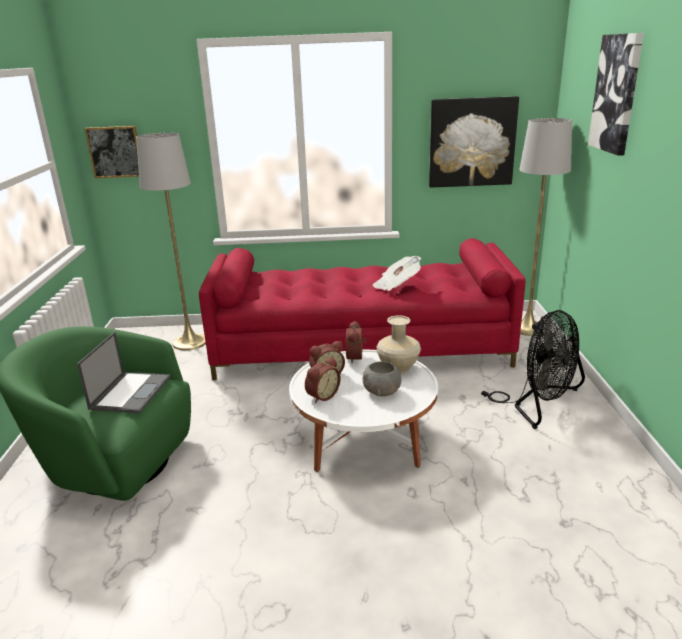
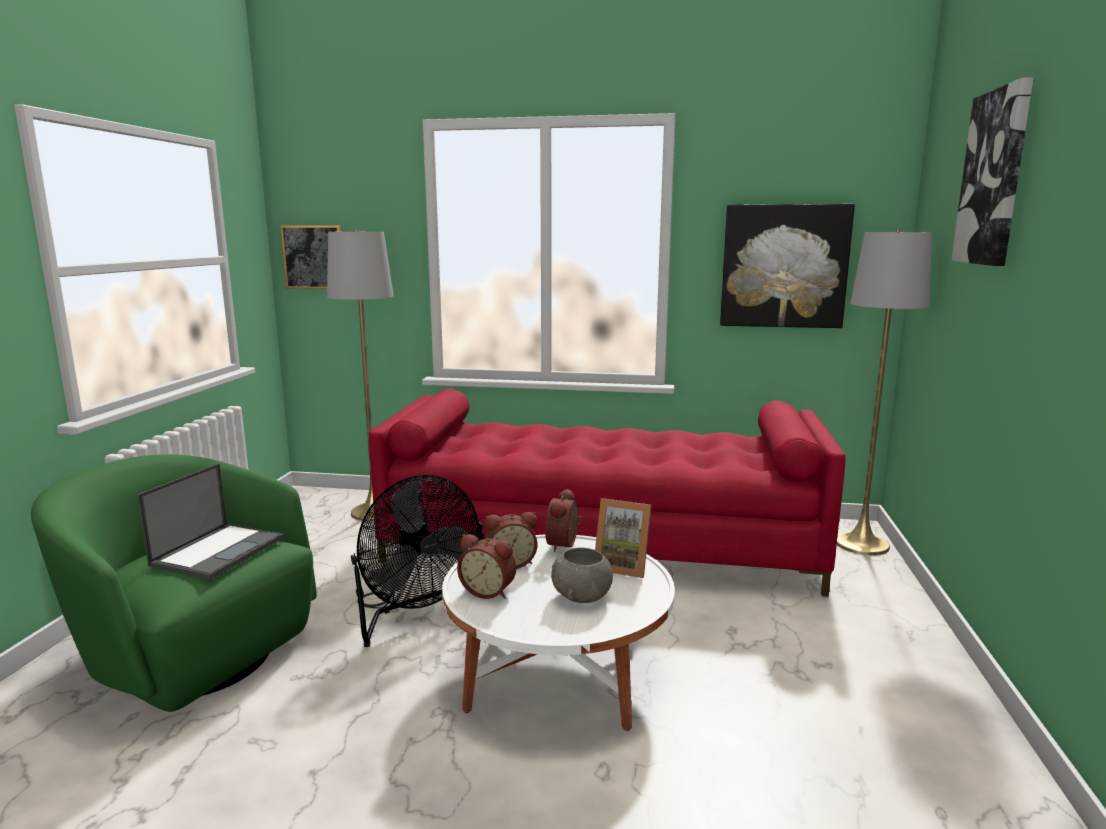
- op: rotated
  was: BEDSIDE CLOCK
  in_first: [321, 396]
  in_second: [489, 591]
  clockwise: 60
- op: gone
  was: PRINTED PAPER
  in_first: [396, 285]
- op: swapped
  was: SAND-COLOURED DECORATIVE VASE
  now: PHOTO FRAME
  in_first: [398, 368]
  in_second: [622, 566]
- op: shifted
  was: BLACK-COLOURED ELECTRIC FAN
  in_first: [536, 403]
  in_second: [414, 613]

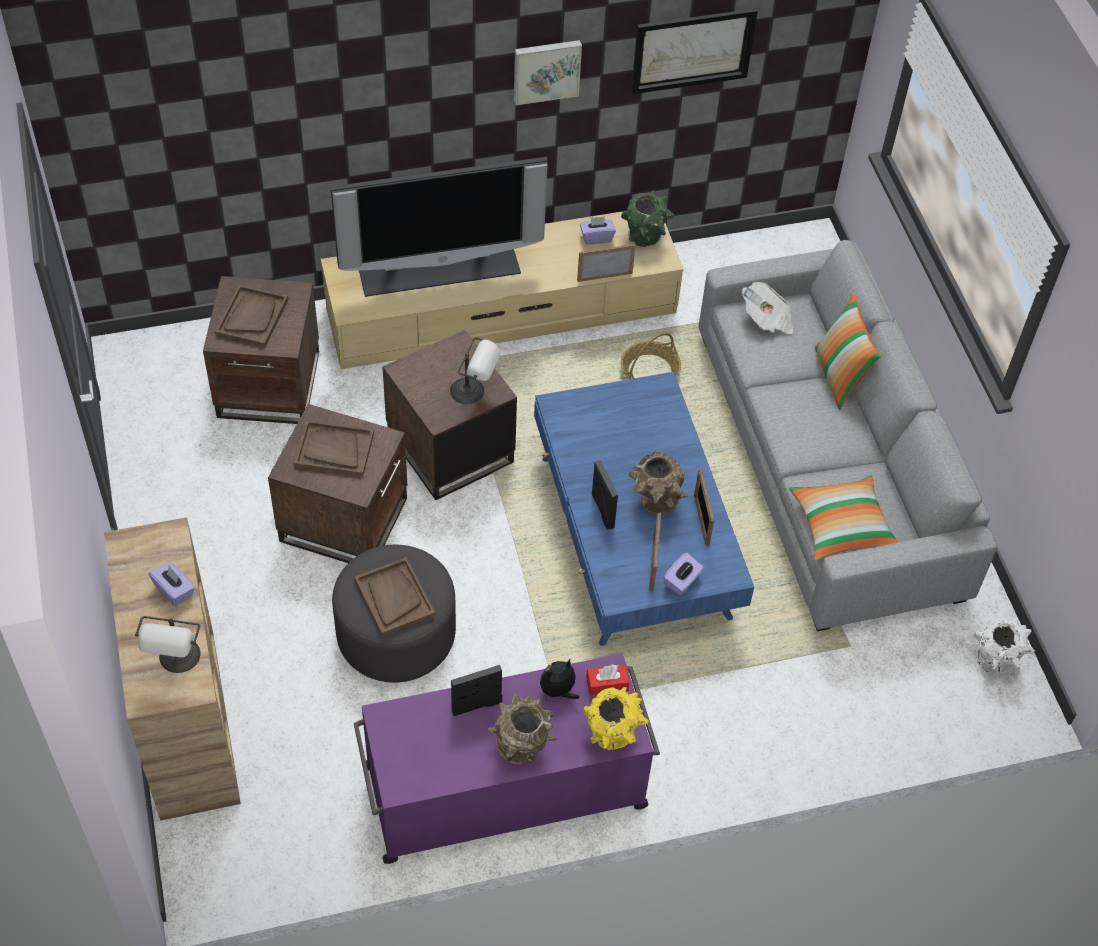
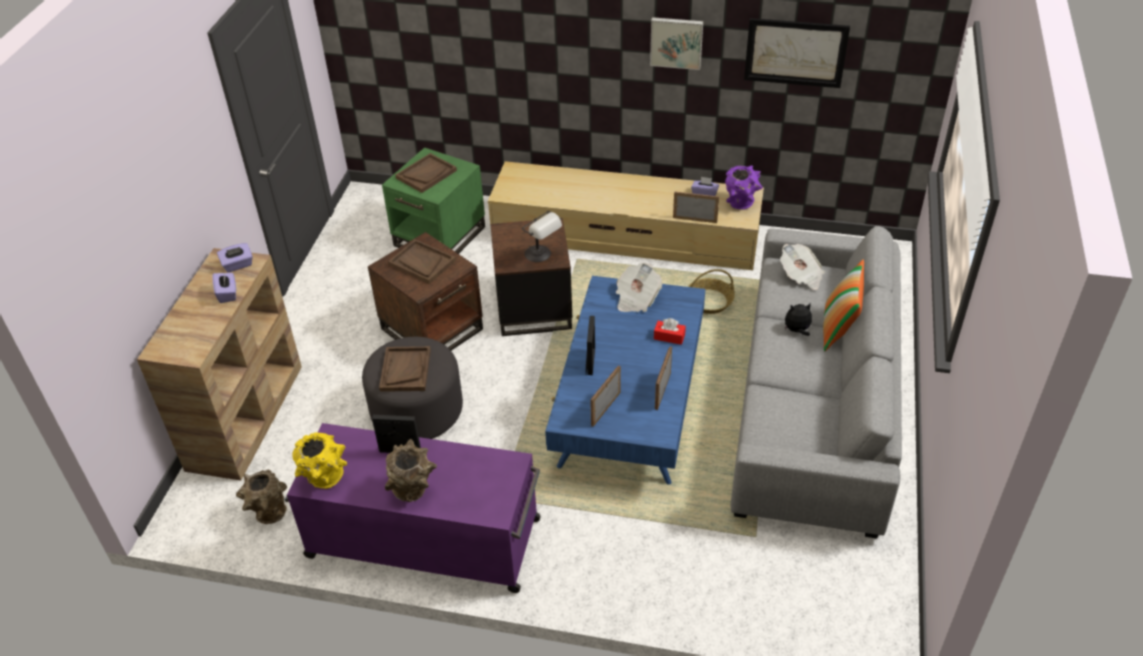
- op: gone
  was: LAMP FOR A TABLE
  in_first: [178, 663]
- op: repainted
  was: BROWN-COLOURED SIDE TABLE
  now: GREEN-COLOURED SIDE TABLE
  in_first: [269, 384]
  in_second: [440, 236]
- op: gone
  was: TELEVISION
  in_first: [439, 267]
- op: shifted
  was: CUDDLY TOY
  in_first: [558, 691]
  in_second: [797, 330]
- op: shifted
  was: YELLOW-COLOURED DECORATIVE VASE
  in_first: [613, 738]
  in_second: [325, 480]
- op: shifted
  was: REDDISH TISSUE BOX
  in_first: [607, 684]
  in_second: [669, 337]
- op: repainted
  was: GREEN-COLOURED DECORATIVE VASE
  now: PURPLISH DECORATIVE VASE
  in_first: [646, 239]
  in_second: [741, 205]
- op: shifted
  was: BROWN-COLOURED DECORATIVE VASE
  in_first: [654, 503]
  in_second: [268, 513]
- op: shifted
  was: PURPLISH TISSUE BOX
  in_first: [682, 581]
  in_second: [238, 265]
- op: gone
  was: THROW PILLOW
  in_first: [840, 526]
- op: gone
  was: WHITE DECORATIVE VASE
  in_first: [996, 663]
- op: new
  now: PRINTED PAPER
  in_second: [636, 298]

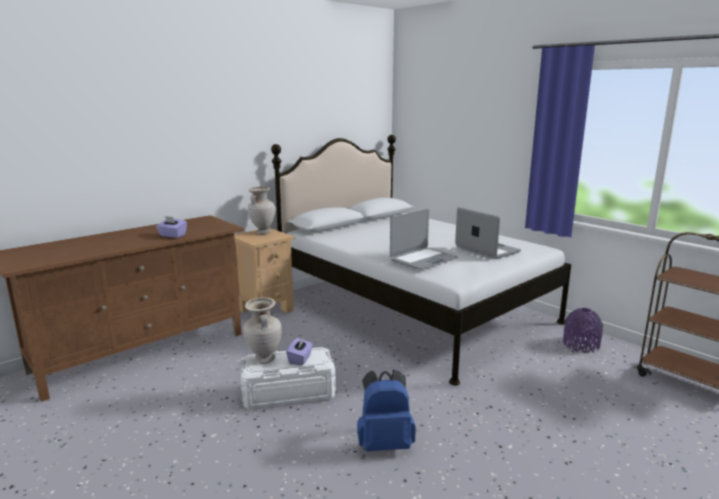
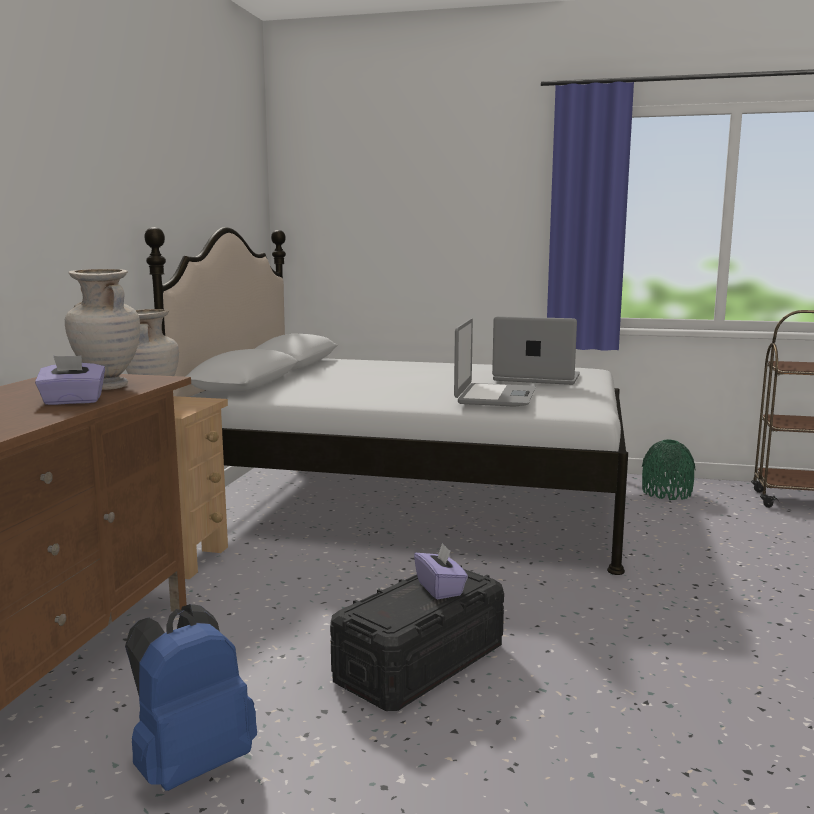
- op: repainted
  was: WHITE STORAGE BOX
  now: BLACK-COLOURED STORAGE BOX
  in_first: [288, 393]
  in_second: [421, 664]
- op: shifted
  was: SAND-COLOURED DECORATIVE VASE
  in_first: [264, 359]
  in_second: [107, 386]
- op: shifted
  was: BLUE RUCKSACK
  in_first: [384, 443]
  in_second: [191, 764]
- op: repainted
  was: PURPLISH DECORATIVE VASE
  now: GREEN-COLOURED DECORATIVE VASE
  in_first: [581, 345]
  in_second: [666, 492]

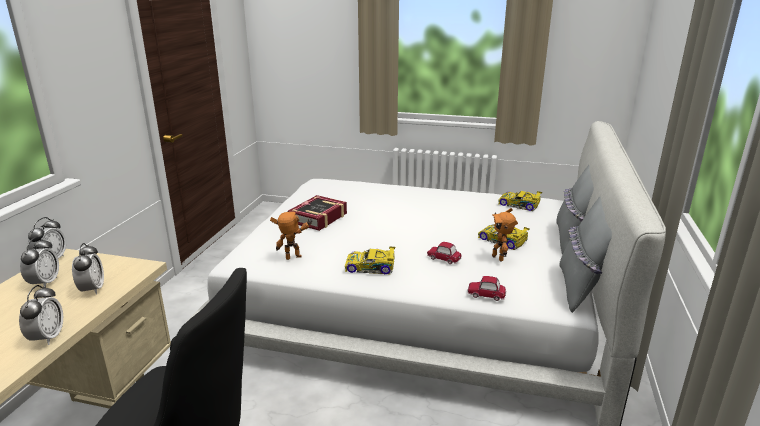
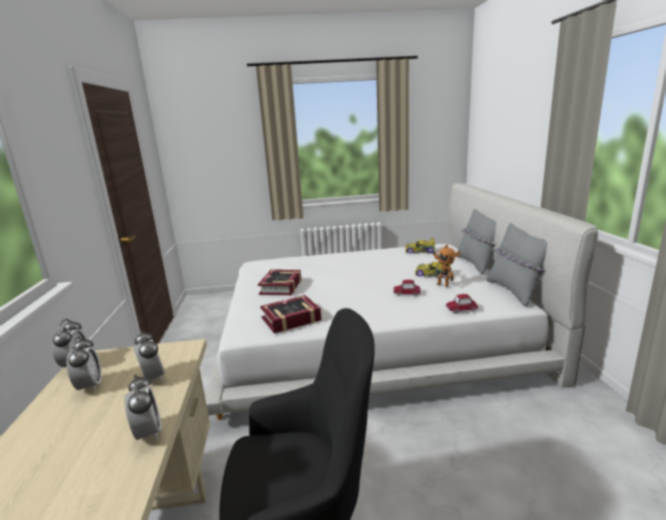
- op: swapped
  was: ROBOT FIGURE
  now: BOOK
  in_first: [294, 259]
  in_second: [291, 319]
- op: gone
  was: MINIATURE CAR
  in_first: [371, 267]

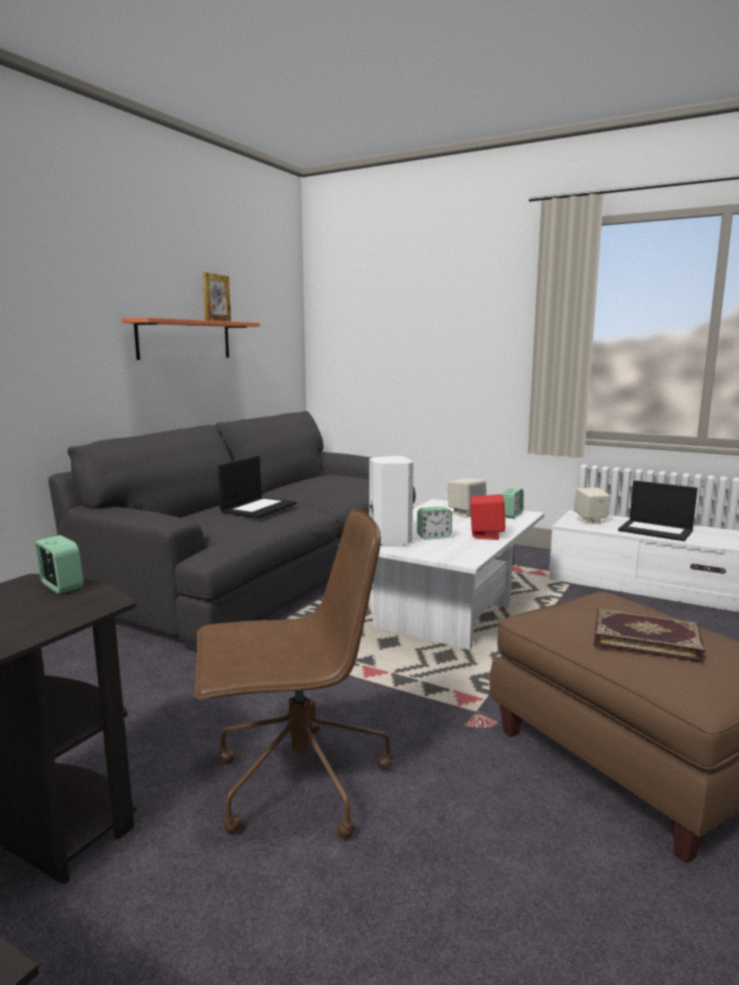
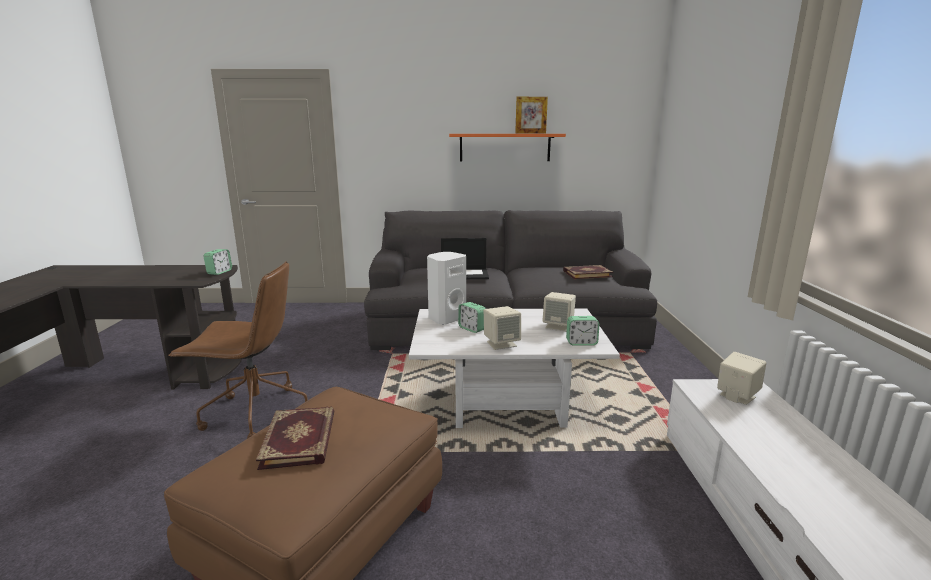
- op: rotated
  was: BROWN-COLOURED DESK CHAIR
  in_first: [292, 784]
  in_second: [252, 413]
  clockwise: -45
- op: repainted
  was: REDDISH LOUDSPEAKER
  now: SAND-COLOURED LOUDSPEAKER
  in_first: [486, 535]
  in_second: [501, 344]
- op: gone
  was: PORTABLE COMPUTER
  in_first: [656, 530]
- op: new
  now: BOOK
  in_second: [587, 273]

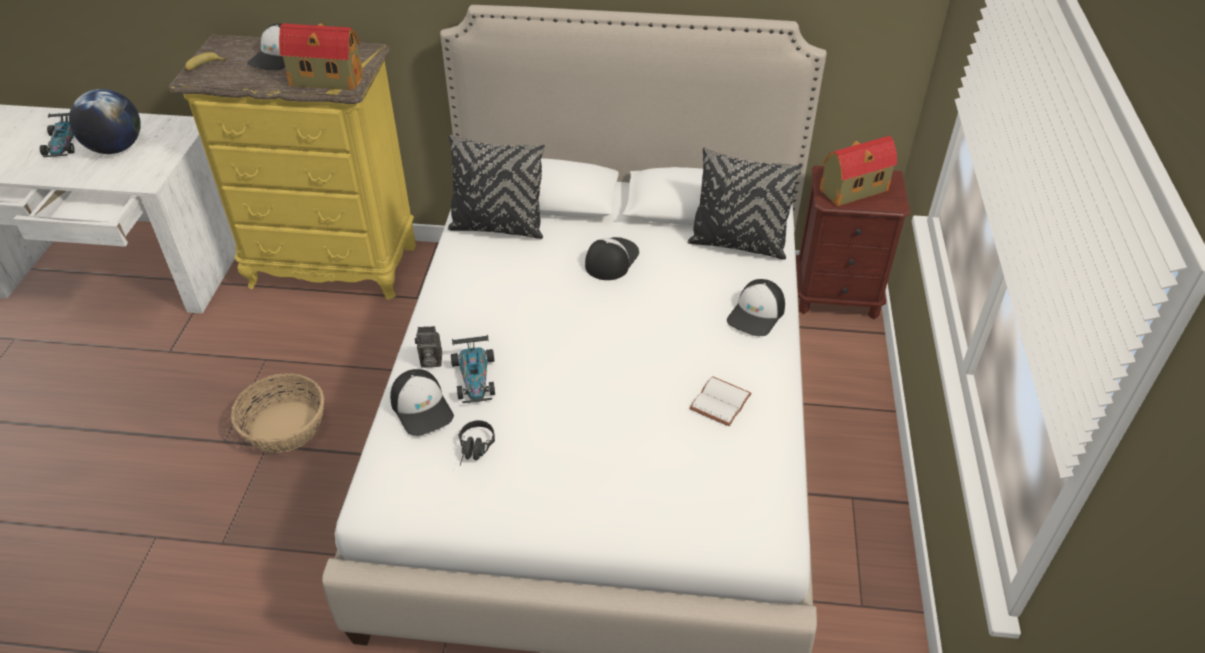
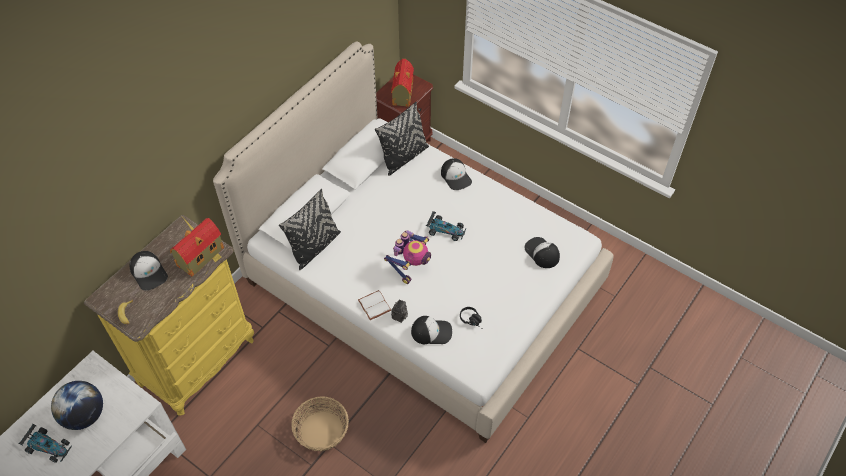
- op: shifted
  was: MINIATURE CAR
  in_first: [475, 377]
  in_second: [445, 230]
- op: shifted
  was: PEAKED CAP
  in_first: [611, 259]
  in_second: [541, 253]
- op: shifted
  was: WHITE BOOK
  in_first: [719, 401]
  in_second: [373, 305]
- op: new
  now: ROBOT FIGURE
  in_second: [411, 266]

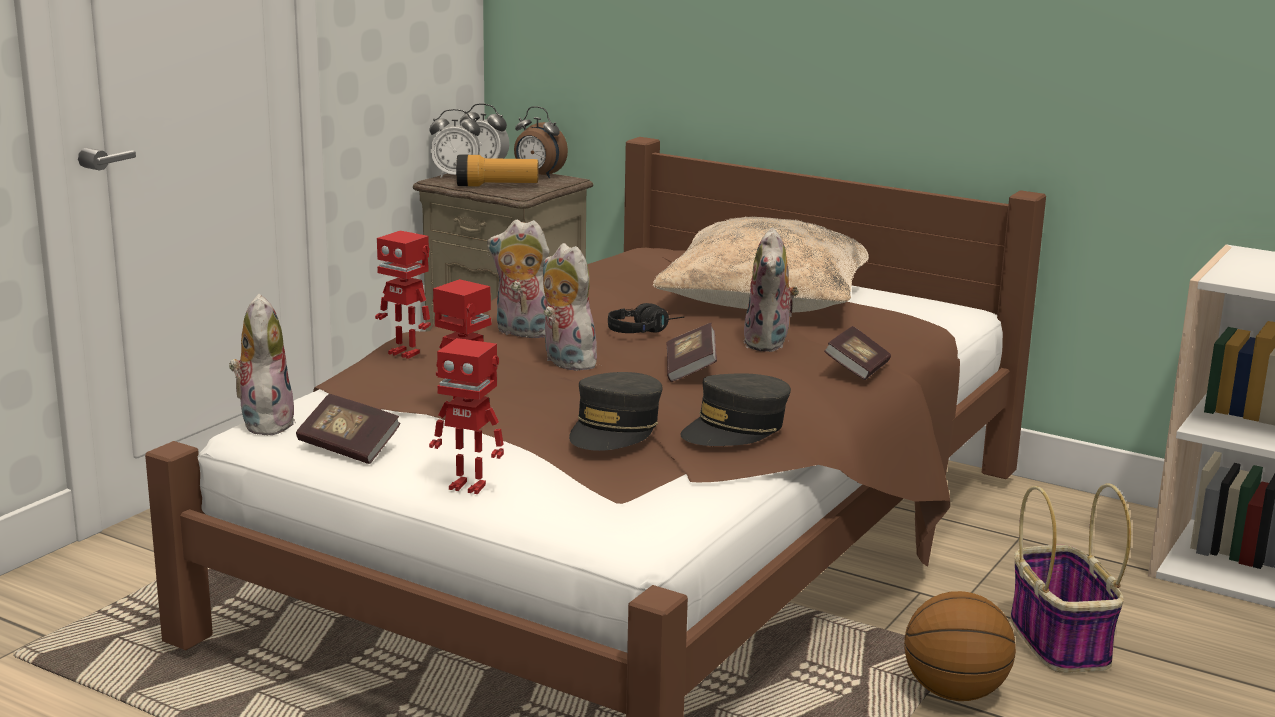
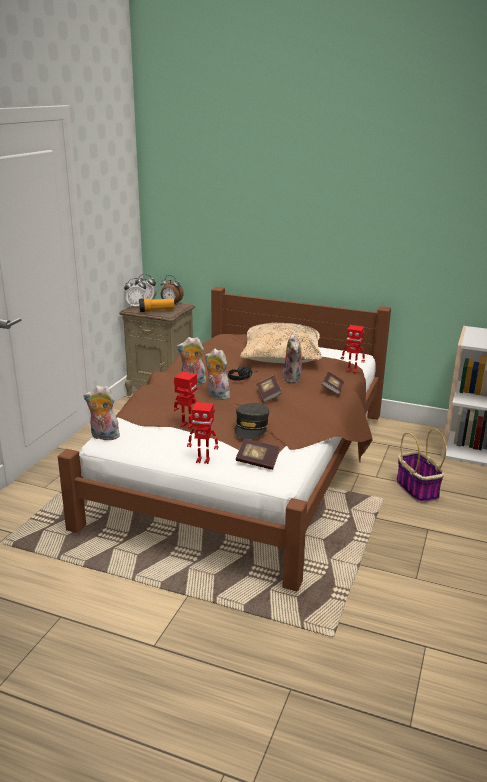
- op: rotated
  was: CUDDLY TOY
  in_first: [264, 422]
  in_second: [103, 437]
  clockwise: -60
- op: shifted
  was: BOOK
  in_first: [349, 447]
  in_second: [257, 461]
- op: shifted
  was: ROBOT FIGURE
  in_first: [405, 353]
  in_second: [352, 371]
- op: gone
  was: GREY PEAKED CAP
  in_first: [735, 429]
- op: gone
  was: BALL FOR BASKETBALL
  in_first: [955, 693]

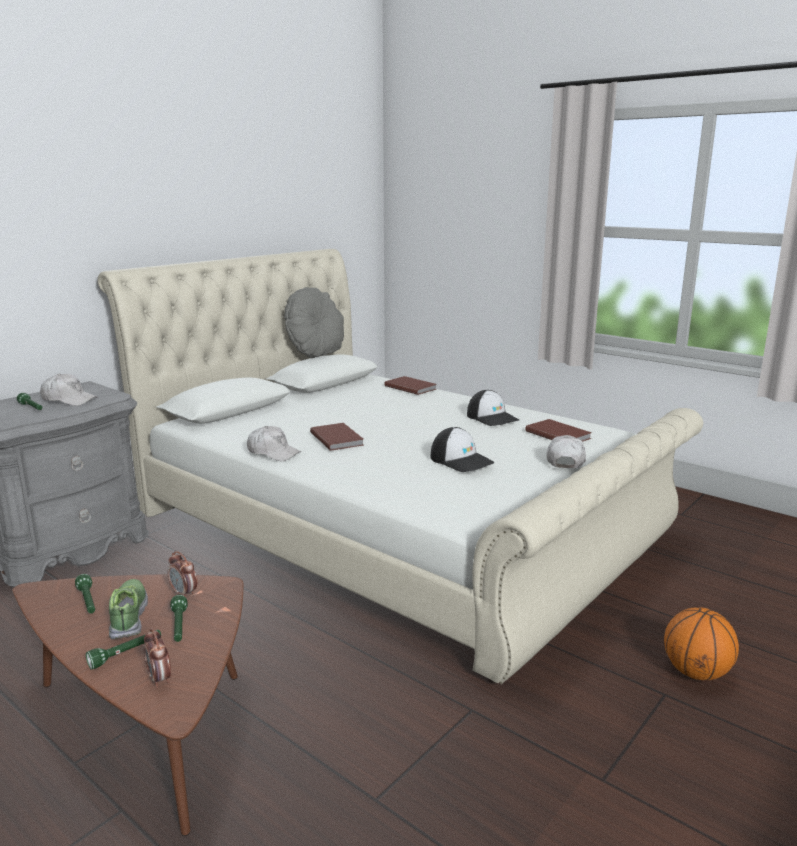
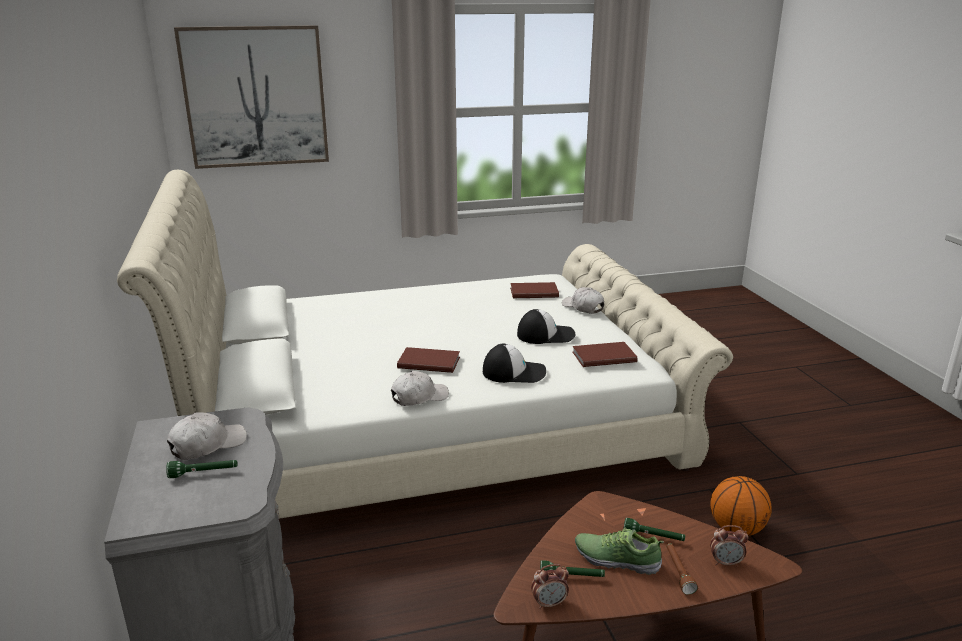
- op: repainted
  was: GREEN-COLOURED FLASHLIGHT
  now: BROWN-COLOURED FLASHLIGHT
  in_first: [126, 654]
  in_second: [678, 572]
- op: shifted
  was: BEDSIDE CLOCK
  in_first: [184, 594]
  in_second: [549, 603]
- op: gone
  was: GREY THROW PILLOW
  in_first: [315, 355]
- op: shifted
  was: BROWN-COLOURED BOOK
  in_first: [410, 387]
  in_second: [602, 356]
- op: shifted
  was: PEAKED CAP
  in_first: [492, 418]
  in_second: [514, 372]
- op: shifted
  was: BALL FOR BASKETBALL
  in_first: [696, 672]
  in_second: [736, 529]
- op: new
  now: WALL PICTURE
  in_second: [255, 97]

